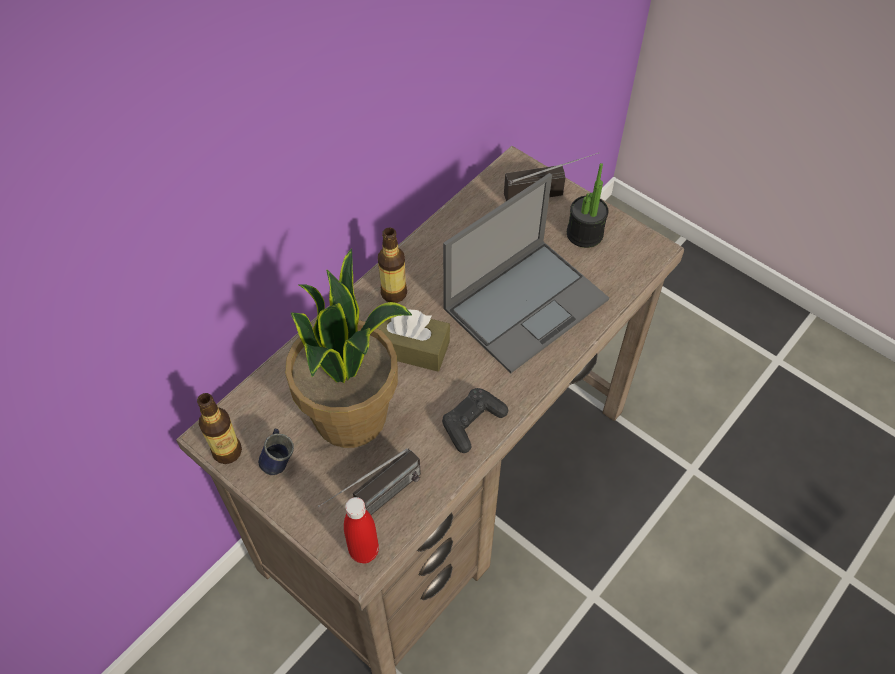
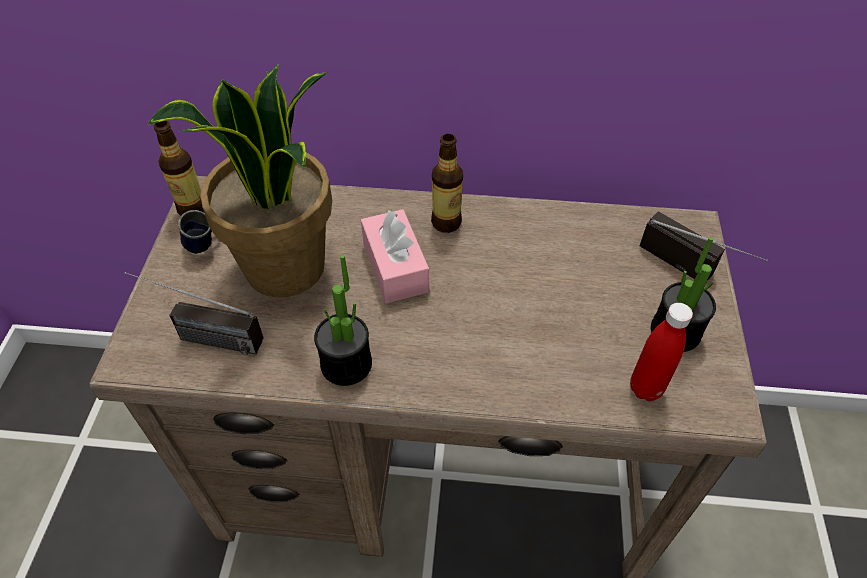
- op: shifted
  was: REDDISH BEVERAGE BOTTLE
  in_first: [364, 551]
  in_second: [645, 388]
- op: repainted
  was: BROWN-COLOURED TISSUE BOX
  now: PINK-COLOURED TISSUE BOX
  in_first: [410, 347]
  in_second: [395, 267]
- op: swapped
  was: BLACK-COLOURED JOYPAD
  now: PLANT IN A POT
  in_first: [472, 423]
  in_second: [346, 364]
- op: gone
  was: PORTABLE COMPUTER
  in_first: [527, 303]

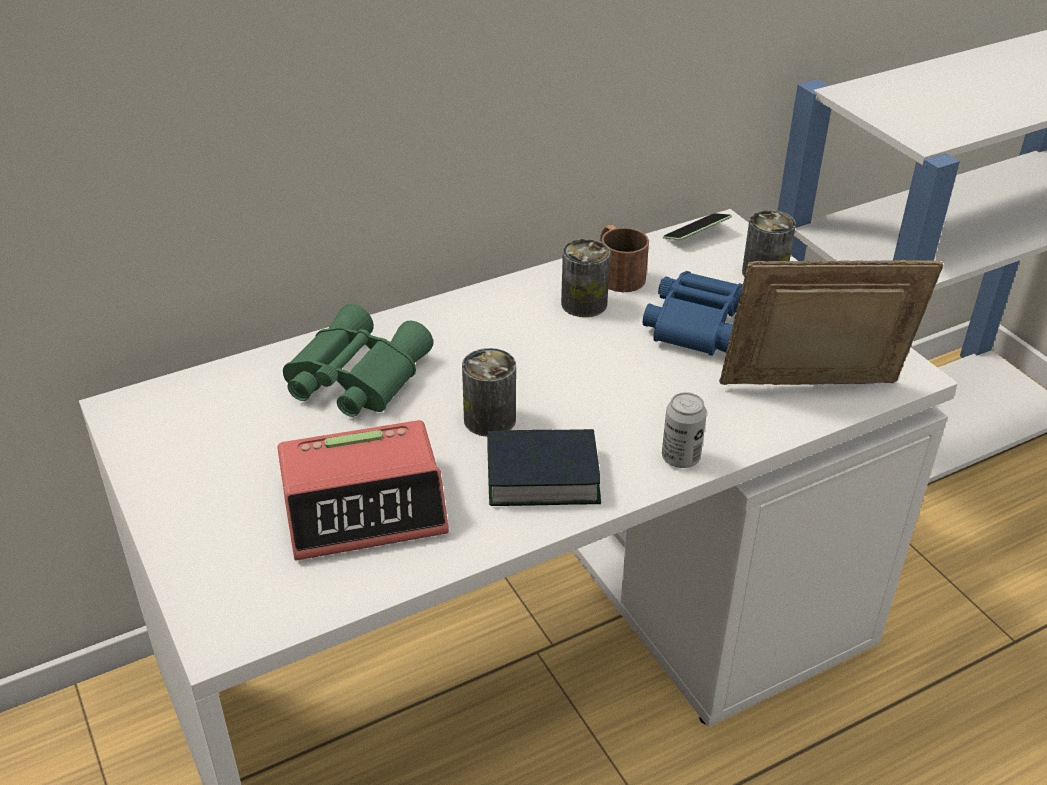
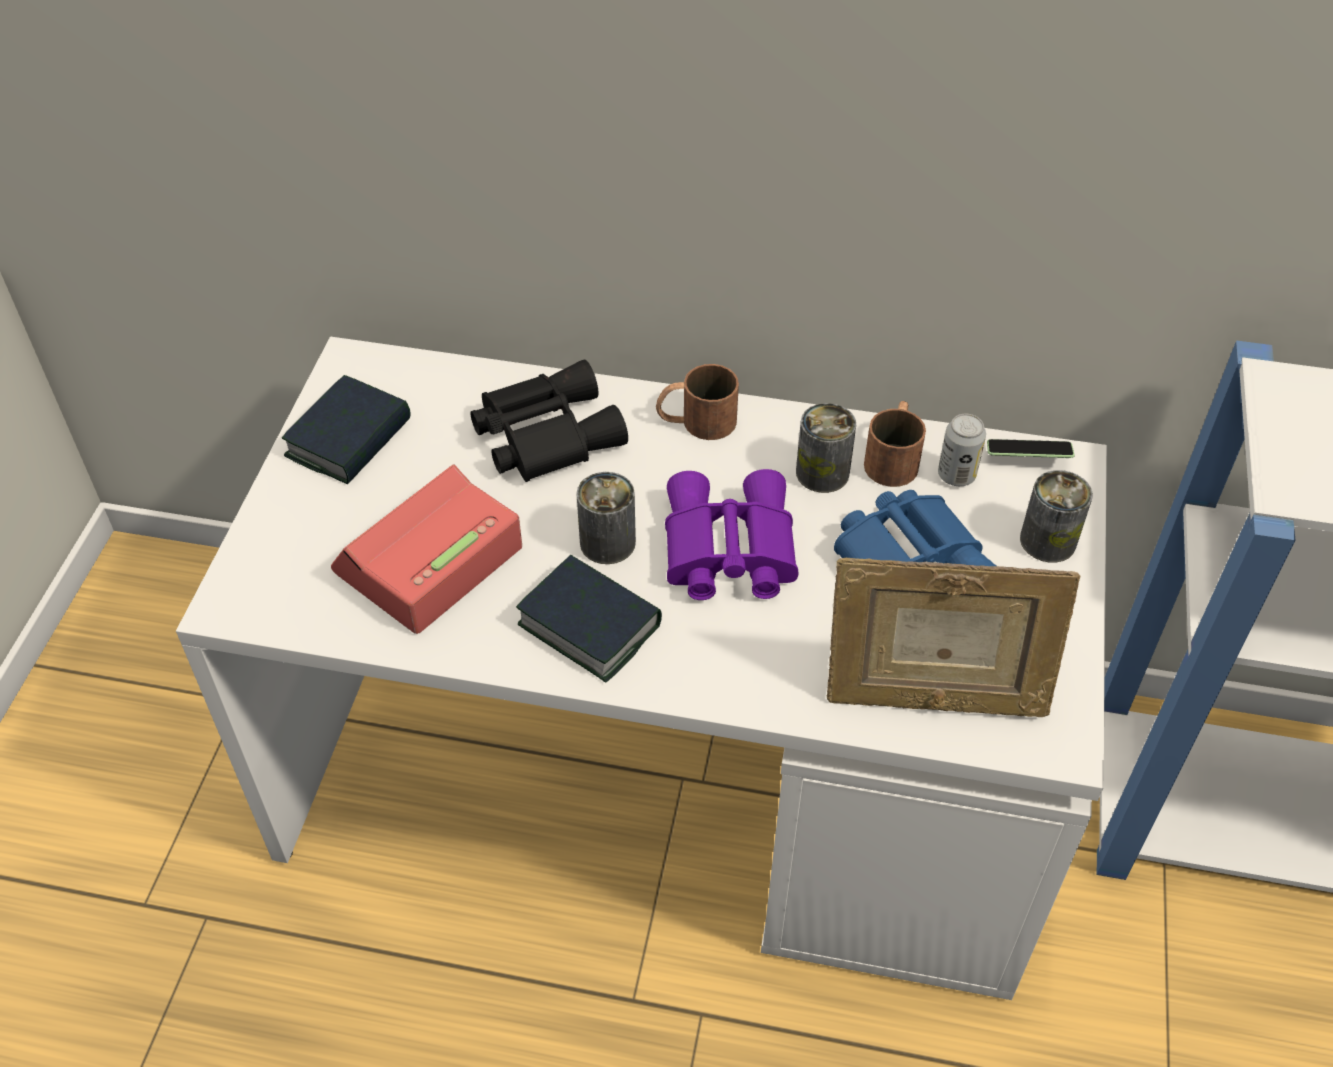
- op: rotated
  was: BEDSIDE CLOCK
  in_first: [364, 506]
  in_second: [428, 561]
  clockwise: 105
- op: repainted
  was: GREEN-COLOURED PAIR OF BINOCULARS
  now: BLACK-COLOURED PAIR OF BINOCULARS
  in_first: [353, 377]
  in_second: [544, 433]
- op: shifted
  was: CAN
  in_first: [680, 458]
  in_second: [956, 475]
- op: rotated
  was: PHOTO FRAME
  in_first: [812, 392]
  in_second: [932, 699]
  clockwise: 150
- op: new
  now: BOOK
  in_second: [349, 439]
- op: new
  now: BROWN-COLOURED COFFEE MUG
  in_second: [696, 421]
- op: new
  now: PURPLISH PAIR OF BINOCULARS
  in_second: [726, 551]

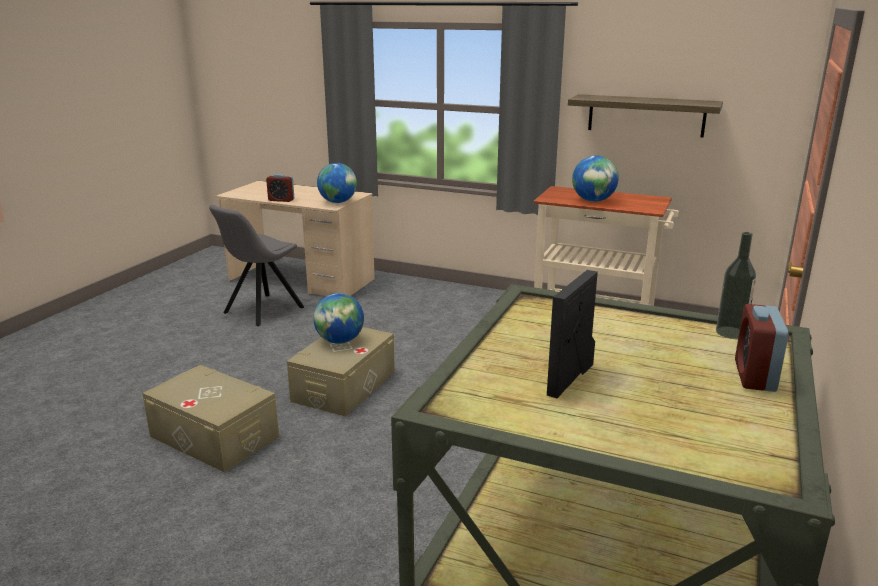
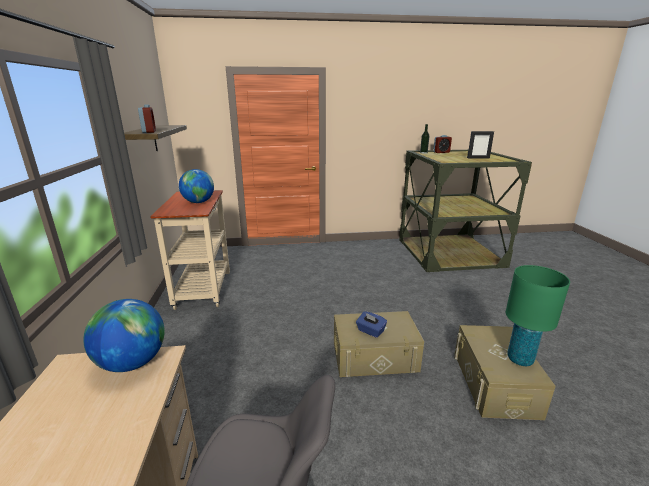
- op: shifted
  was: BEDSIDE CLOCK
  in_first: [281, 200]
  in_second: [149, 131]
- op: swapped
  was: GLOBE
  now: BLUE TISSUE BOX
  in_first: [340, 341]
  in_second: [370, 331]
- op: new
  now: GREEN-COLOURED LAMP FOR A TABLE
  in_second: [520, 359]

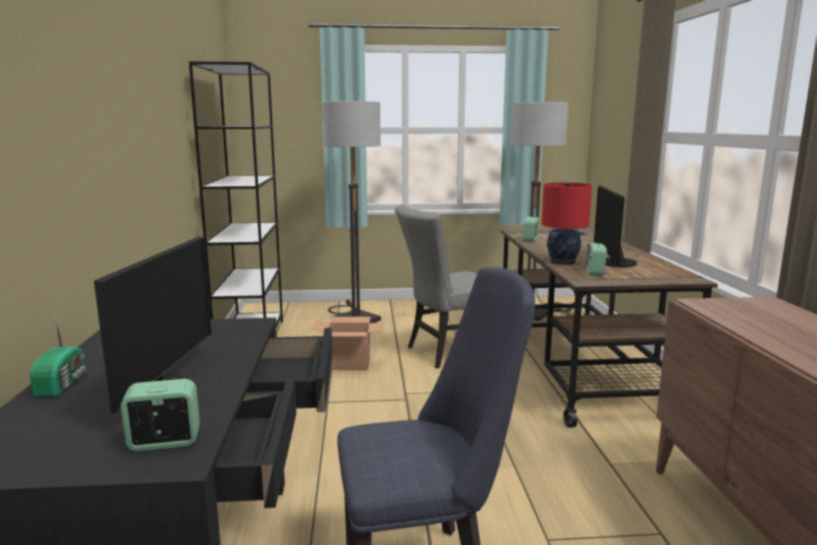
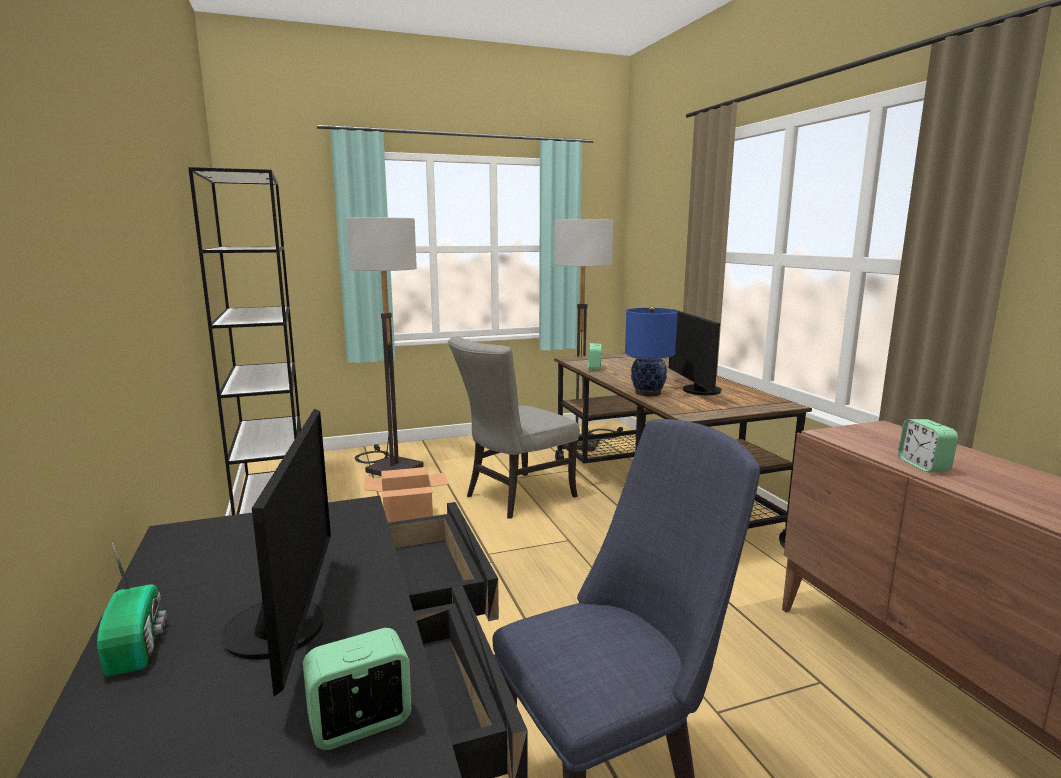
- op: repainted
  was: REDDISH LAMP FOR A TABLE
  now: BLUE LAMP FOR A TABLE
  in_first: [562, 262]
  in_second: [647, 393]
- op: shifted
  was: BEDSIDE CLOCK
  in_first: [594, 273]
  in_second: [923, 466]

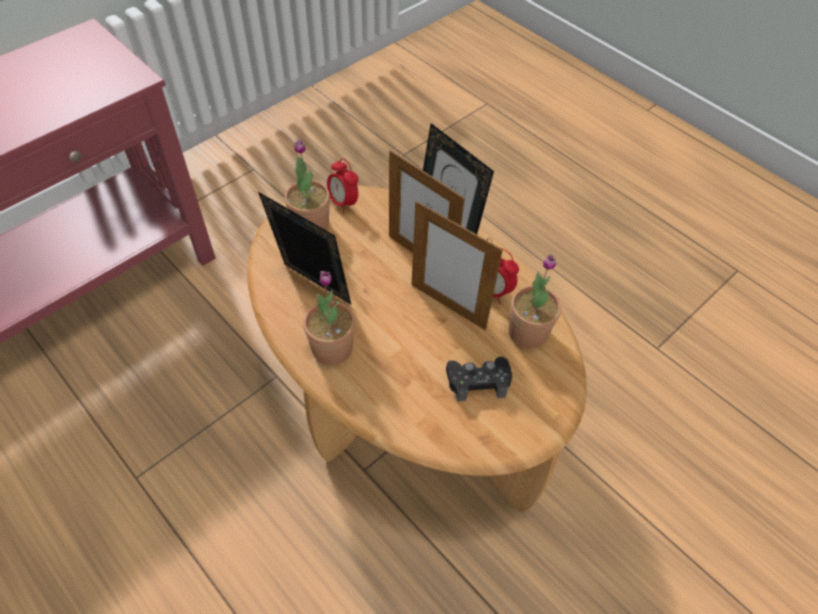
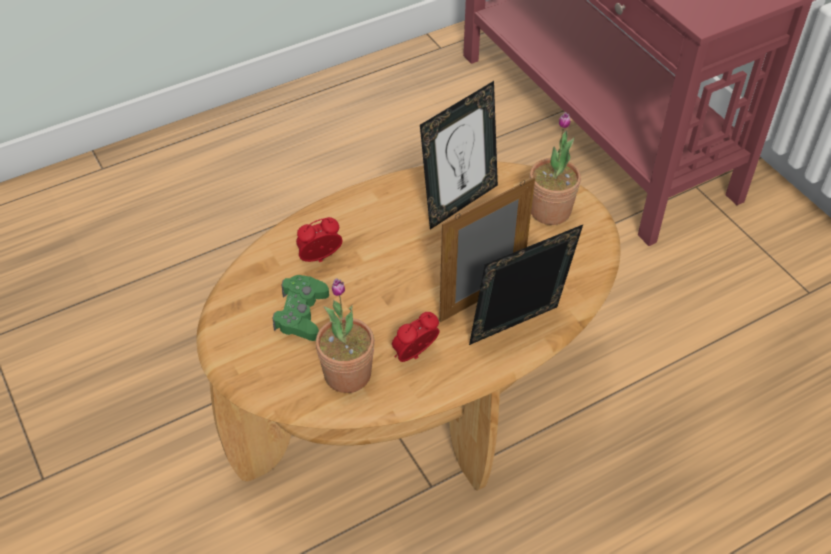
- op: gone
  was: PLANT IN A POT
  in_first: [332, 348]
- op: shifted
  was: BEDSIDE CLOCK
  in_first: [343, 203]
  in_second: [320, 259]
- op: gone
  was: PHOTO FRAME
  in_first: [448, 306]
- op: repainted
  was: BLACK-COLOURED JOYPAD
  now: GREEN-COLOURED JOYPAD
  in_first: [478, 381]
  in_second: [301, 314]

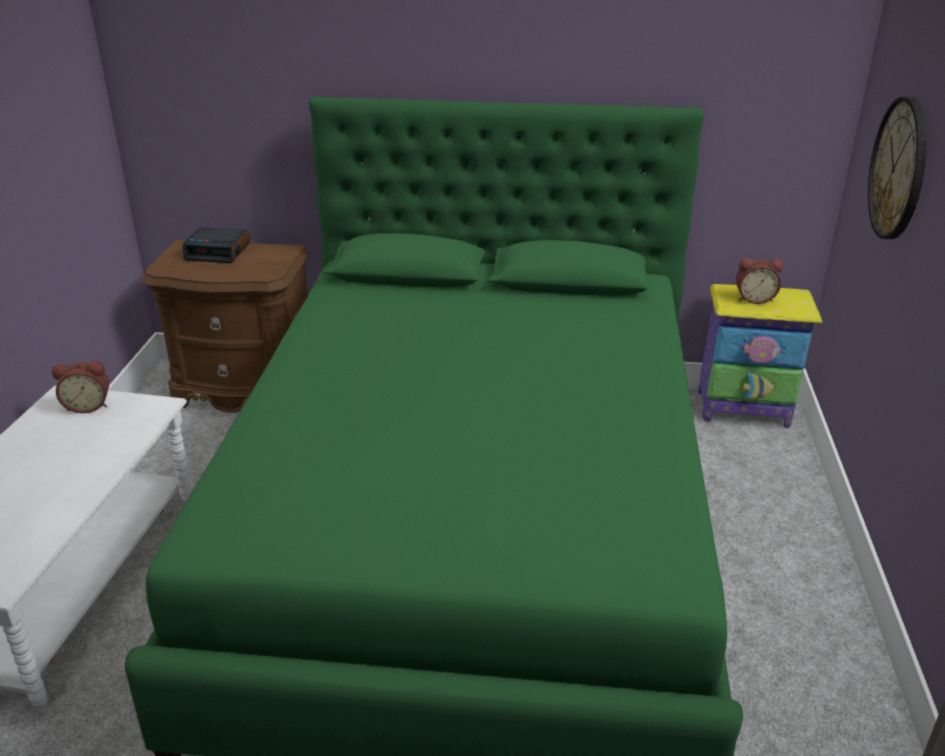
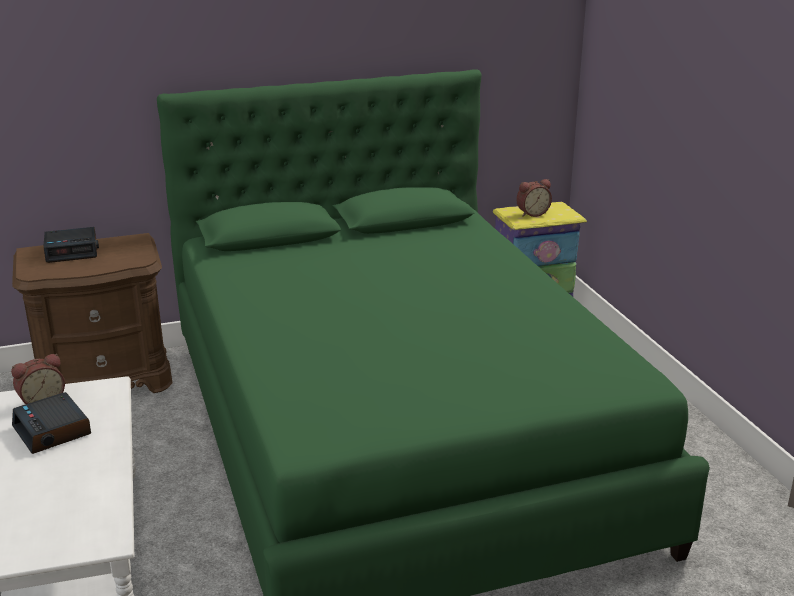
- op: gone
  was: CLOCK ON THE WALL
  in_first: [899, 169]
- op: new
  now: BEDSIDE CLOCK
  in_second: [53, 431]

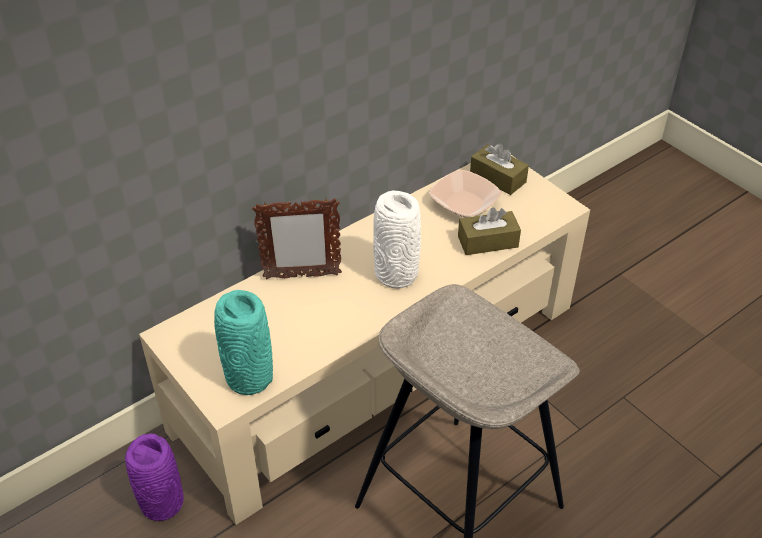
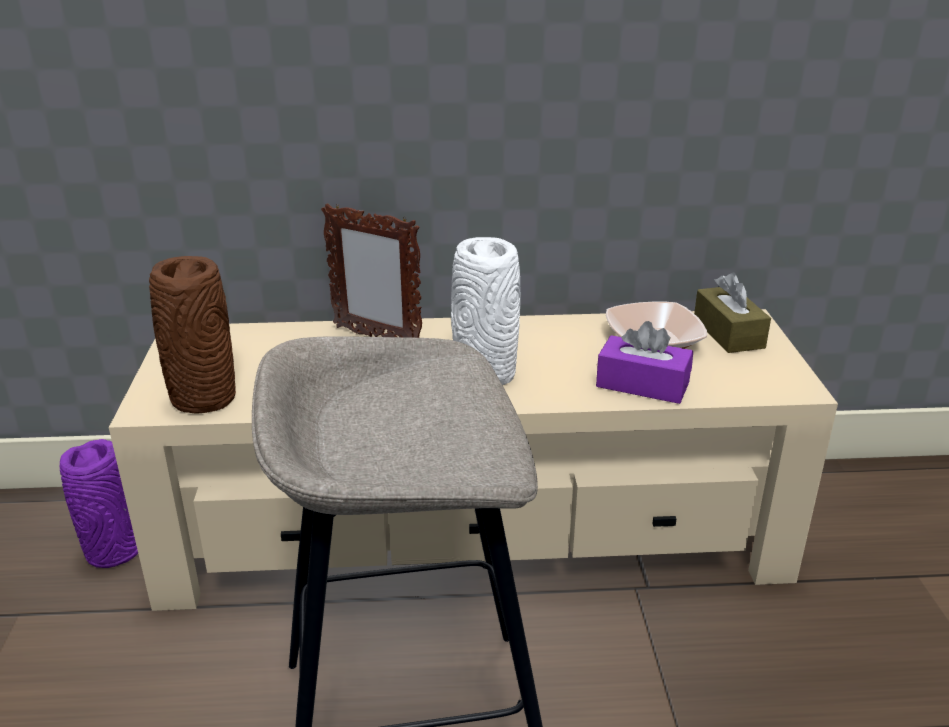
- op: repainted
  was: TURQUOISE DECORATIVE VASE
  now: BROWN-COLOURED DECORATIVE VASE
  in_first: [250, 379]
  in_second: [203, 399]
- op: repainted
  was: BROWN-COLOURED TISSUE BOX
  now: PURPLISH TISSUE BOX
  in_first: [487, 242]
  in_second: [642, 384]

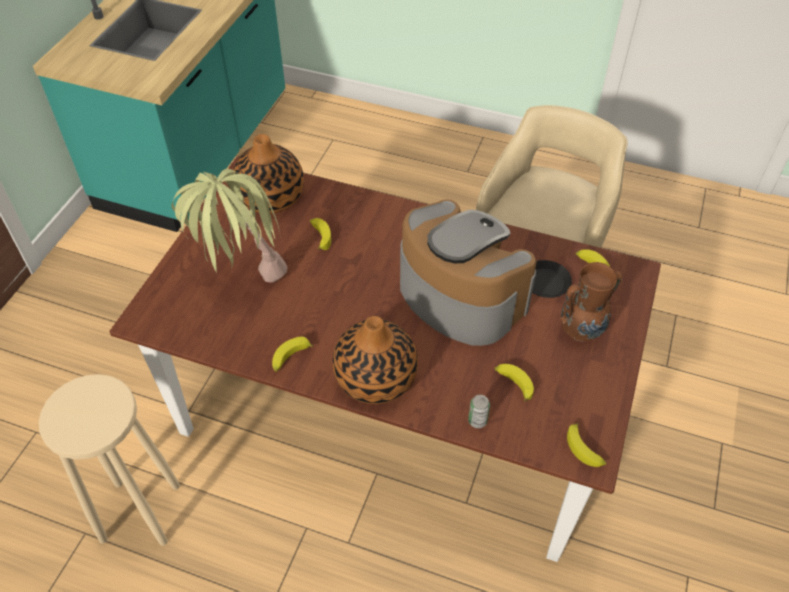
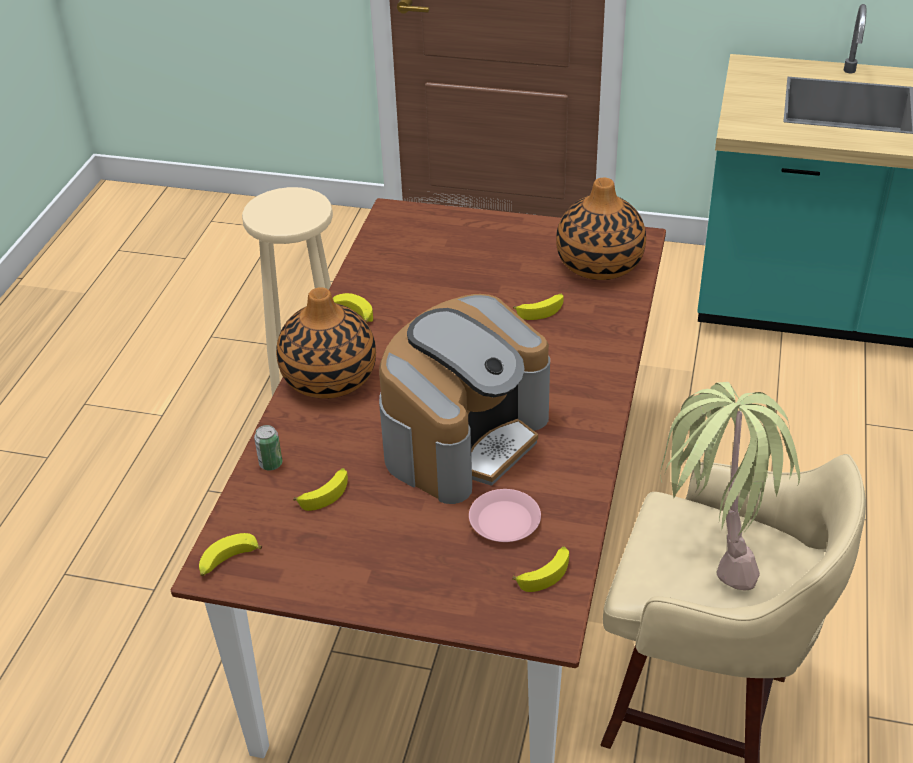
- op: shifted
  was: PLANT IN A POT
  in_first: [242, 281]
  in_second: [713, 548]
- op: repainted
  was: BLACK-COLOURED DINNER PLATE
  now: PINK-COLOURED DINNER PLATE
  in_first: [545, 282]
  in_second: [505, 521]
- op: gone
  was: BROWN-COLOURED DECORATIVE VASE
  in_first: [581, 331]

